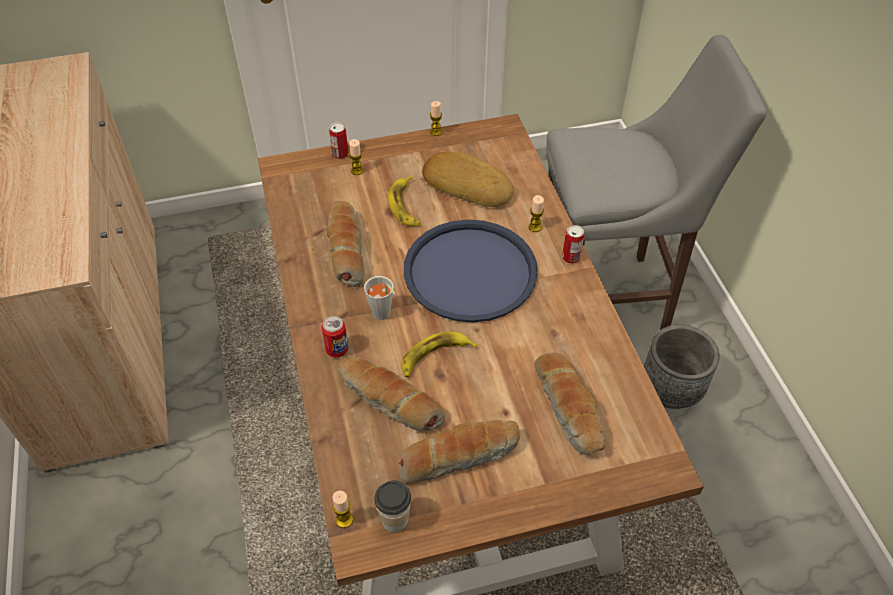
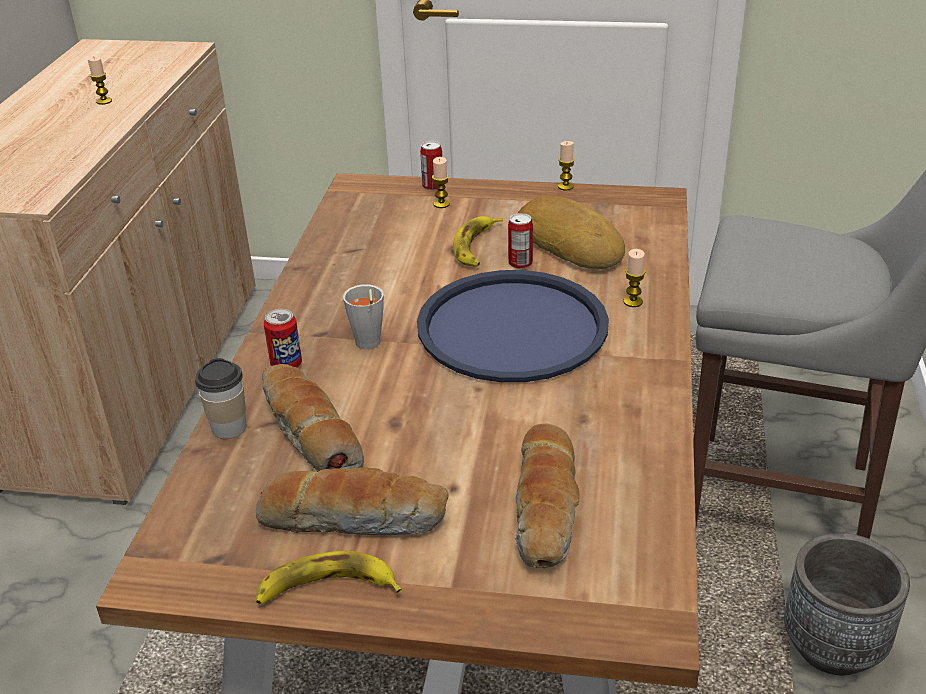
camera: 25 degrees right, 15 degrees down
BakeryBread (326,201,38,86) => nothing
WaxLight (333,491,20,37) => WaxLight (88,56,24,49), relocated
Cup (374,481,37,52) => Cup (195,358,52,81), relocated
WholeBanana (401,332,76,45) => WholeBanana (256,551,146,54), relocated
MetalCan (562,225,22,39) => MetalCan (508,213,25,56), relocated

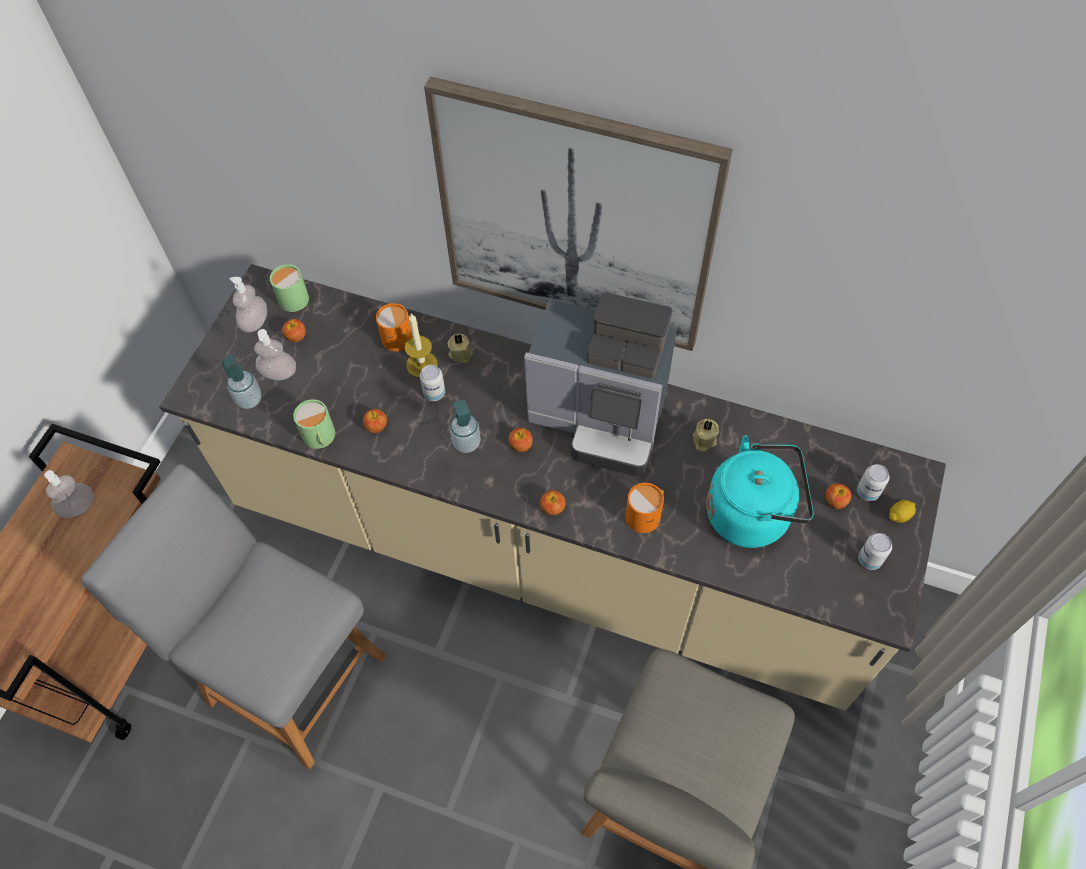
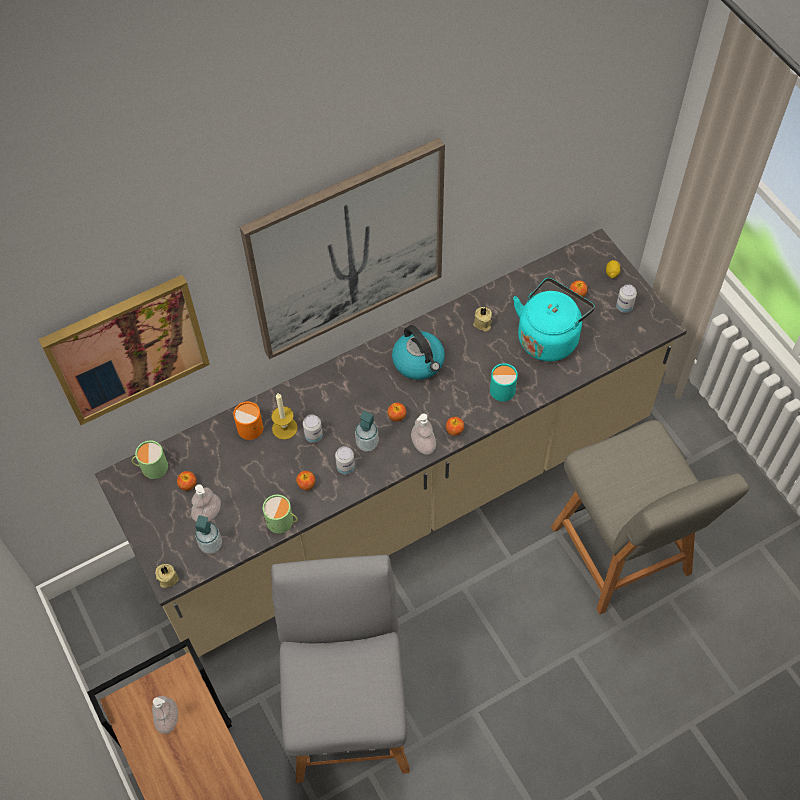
camera: 50 degrees left, 0 degrees up
nothing => WallArt (38,275,172,150)
SoapDispenser (229,277,38,55) => SoapDispenser (411,414,25,41), relocated
SandColouredWaxLight (448,333,25,30) => SandColouredWaxLight (155,564,24,24), relocated
MetalCan (857,464,32,37) => MetalCan (335,446,20,29), relocated
CoffeeBrewer (524,293,153,183) => Kettle (392,325,53,55)
OrangeColouredTeaMug (626,483,39,50) => TurquoiseTeaMug (490,363,28,39)
GreyPlainChair (80,463,306,306) => GreyPlainChair (271,555,139,228), 105 degrees clockwise

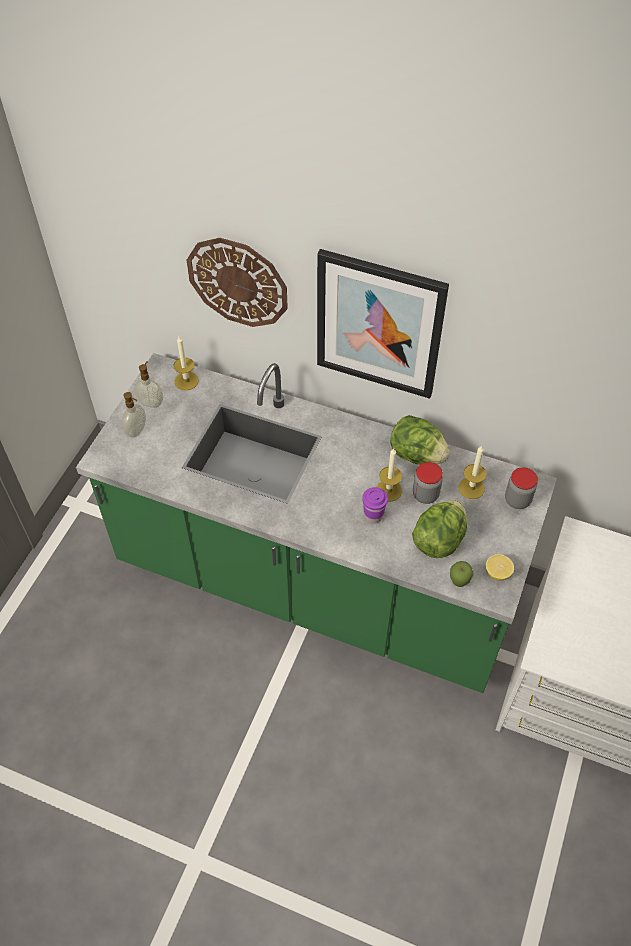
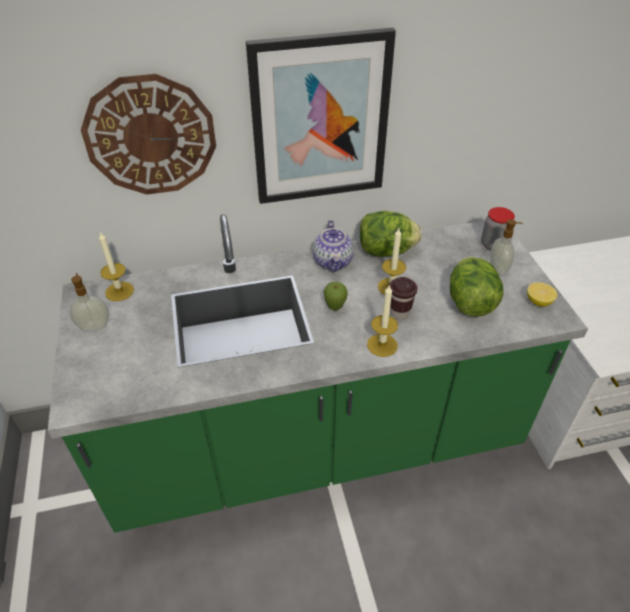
camera: 35 degrees left, 10 degrees down
PreserveJar (413,462,30,42) => nothing
nothing => Teapot (313,220,41,52)
SoapDispenser (122,392,24,46) => SoapDispenser (490,219,33,57), relocated
AppleFruit (450,561,23,26) => AppleFruit (324,282,24,29), relocated
WaxLight (459,446,28,53) => WaxLight (367,284,31,73), relocated
PurpleCup (362,487,26,37) => BrownColouredCup (390,277,28,43)

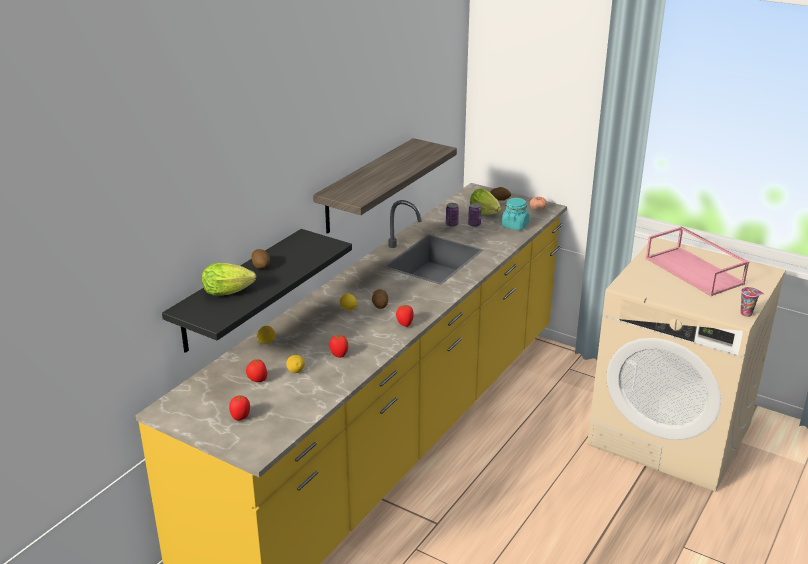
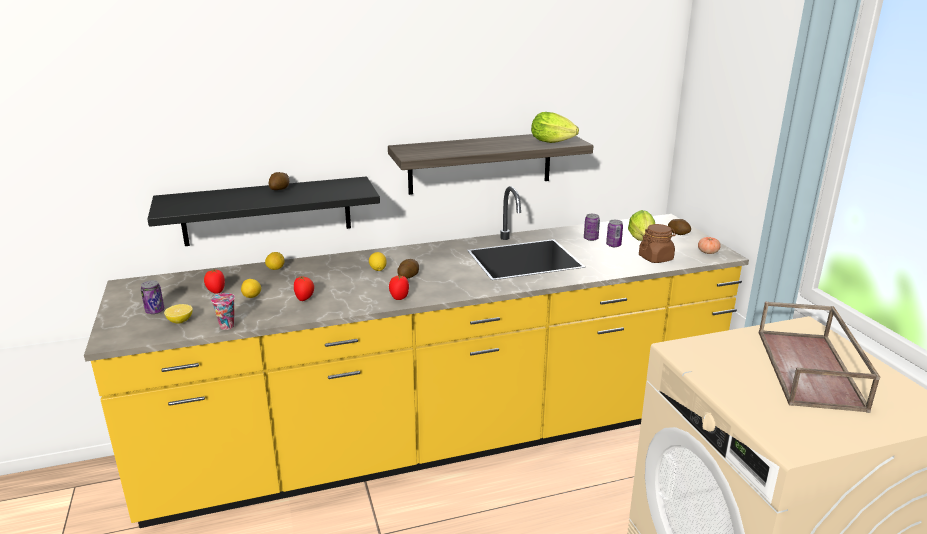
camera: 40 degrees right, 5 degrees down
nothing => WholeLemon (164,304,29,20)
Lettuce (202,263,54,33) => Lettuce (531,112,48,31), relocated
Cup (740,287,24,30) => Cup (211,293,24,37), relocated
FreshTomato (229,395,21,26) => MetalCan (141,280,24,34)
TurquoisePreserveJar (502,198,27,32) => BrownColouredPreserveJar (639,224,37,39)
PinkishTray (645,226,104,70) => BrownColouredTray (759,302,121,111)

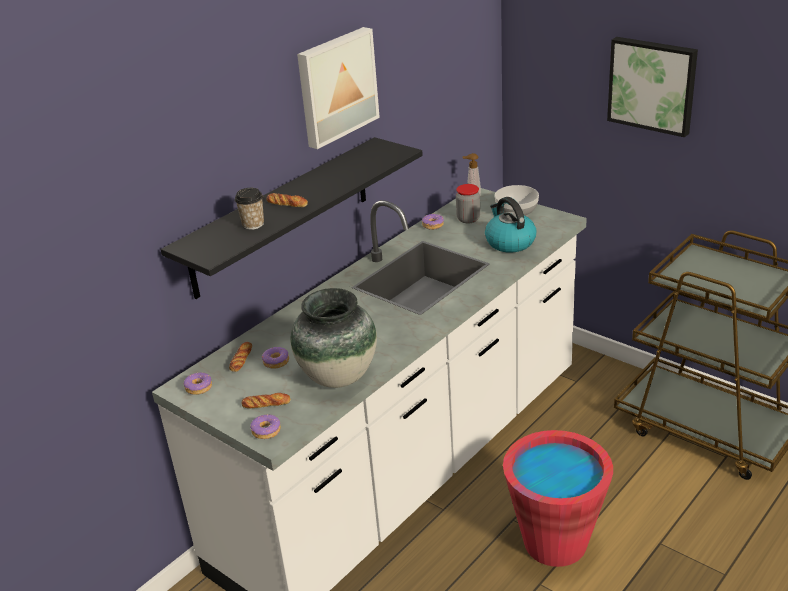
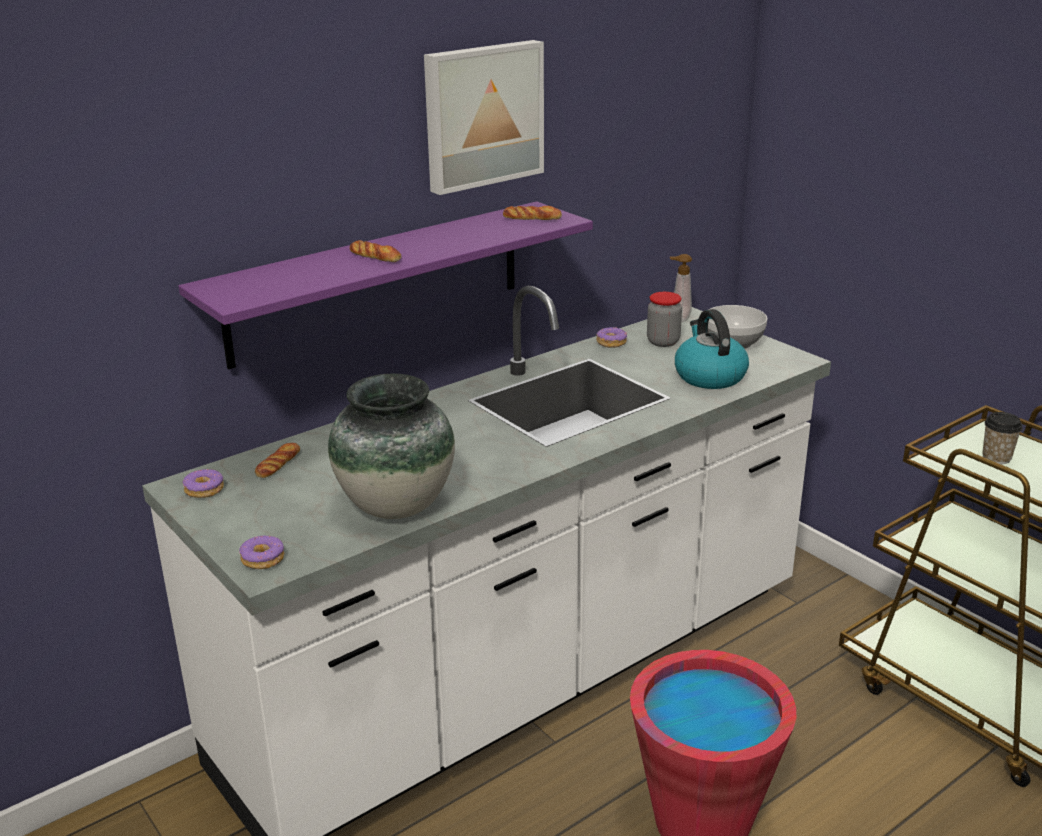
camera: 10 degrees right, 5 degrees down
Donut (262,347,27,22) => nothing
WallArt (607,37,91,100) => nothing
Cup (235,188,29,42) => Cup (982,412,41,52), relocated
BakeryBread (242,393,49,15) => BakeryBread (503,206,59,14), relocated
BlackishWallShelf (161,137,262,162) => PurpleWallShelf (179,201,414,168)

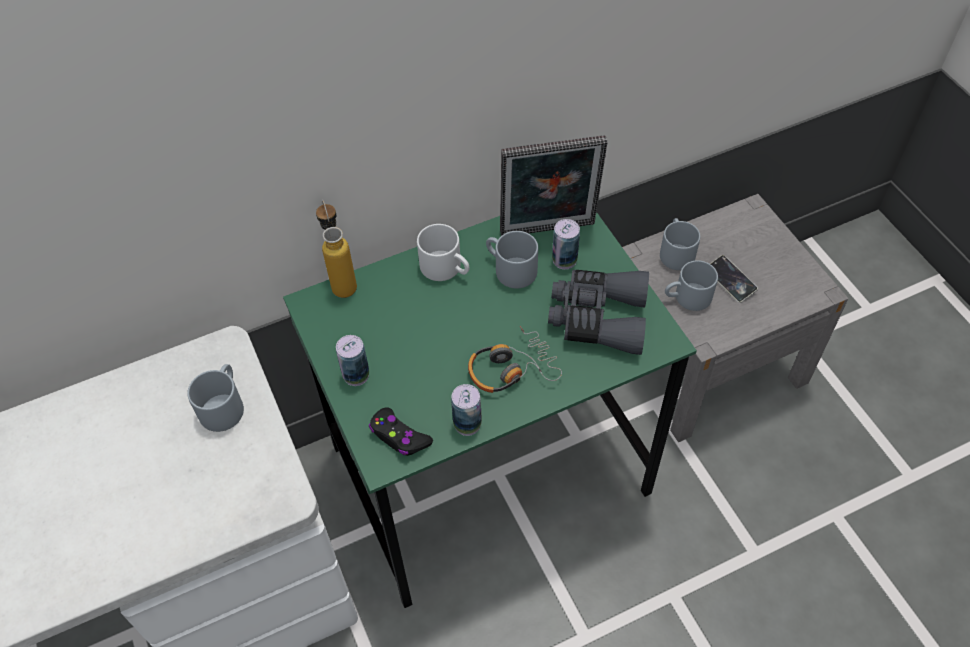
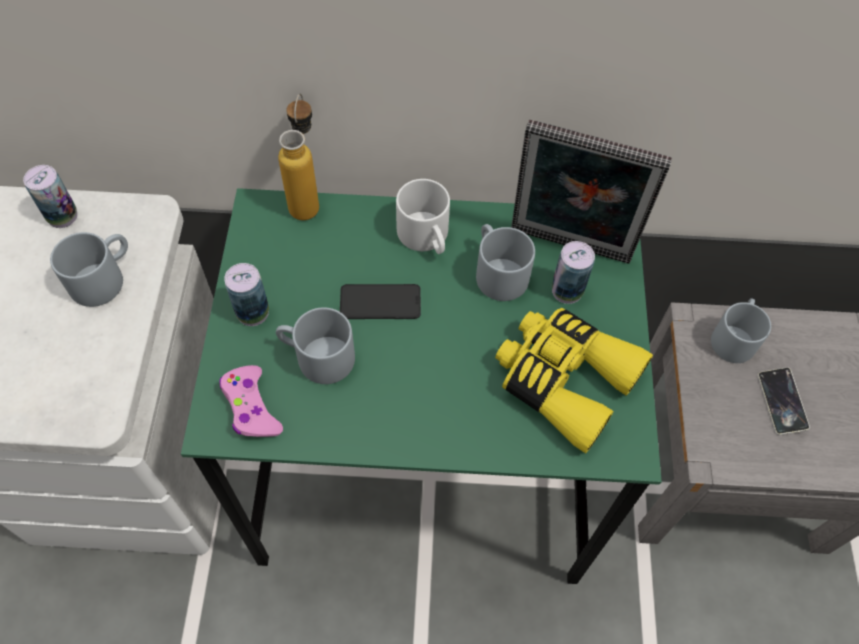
camera: 25 degrees right, 5 degrees up
Headphones (468,326,94,67) => nothing
nothing => Handset (340,284,81,35)
MetalCan (451,384,31,52) => MetalCan (23,165,55,63), relocated
GreyTeaMug (665,260,53,51) => GreyTeaMug (276,307,79,77), relocated
BlackishJoypad (369,407,64,49) => PinkishJoypad (220,365,63,72)
GreyFieldGlasses (548,270,101,85) => YellowishFieldGlasses (495,308,158,145)

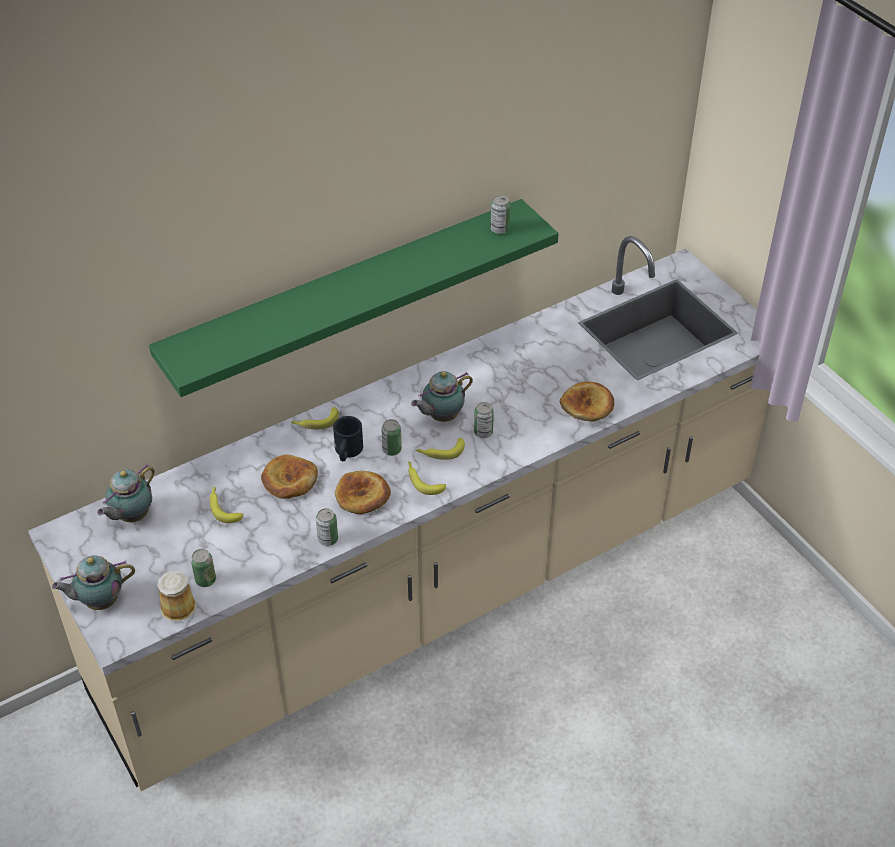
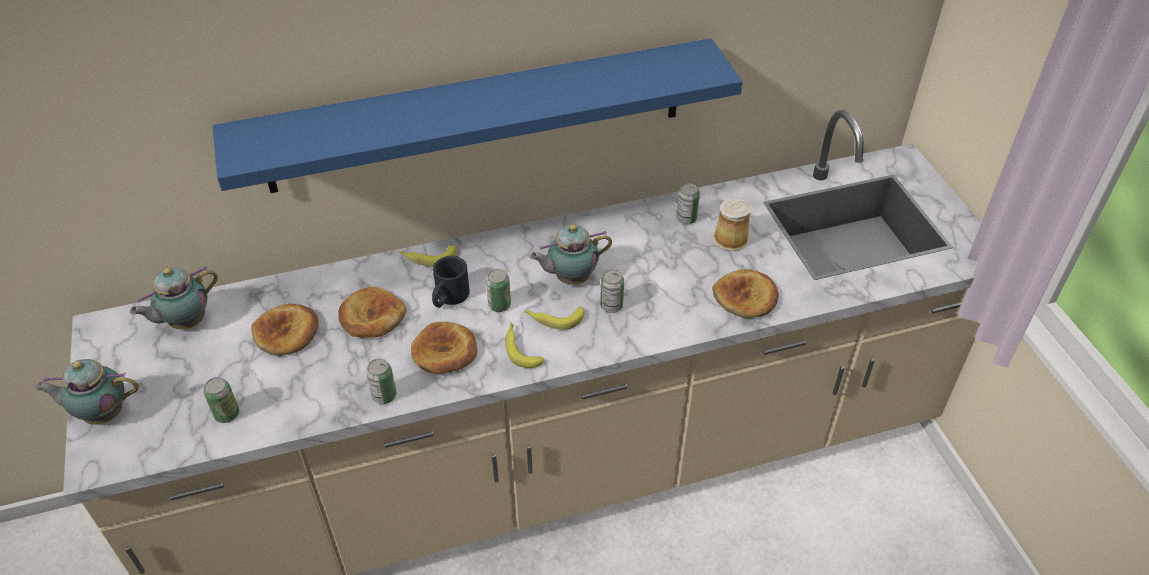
camera: 15 degrees right, 0 degrees up
TeaMug (157,571,39,50) => TeaMug (713,198,39,53), relocated
MetalCan (490,195,21,39) => MetalCan (676,183,24,41), relocated
WholeBanana (210,486,33,37) => BakeryBread (251,304,68,52)
GreenColouredWallShelf (149,199,410,198) => BlueWallShelf (212,38,531,155)

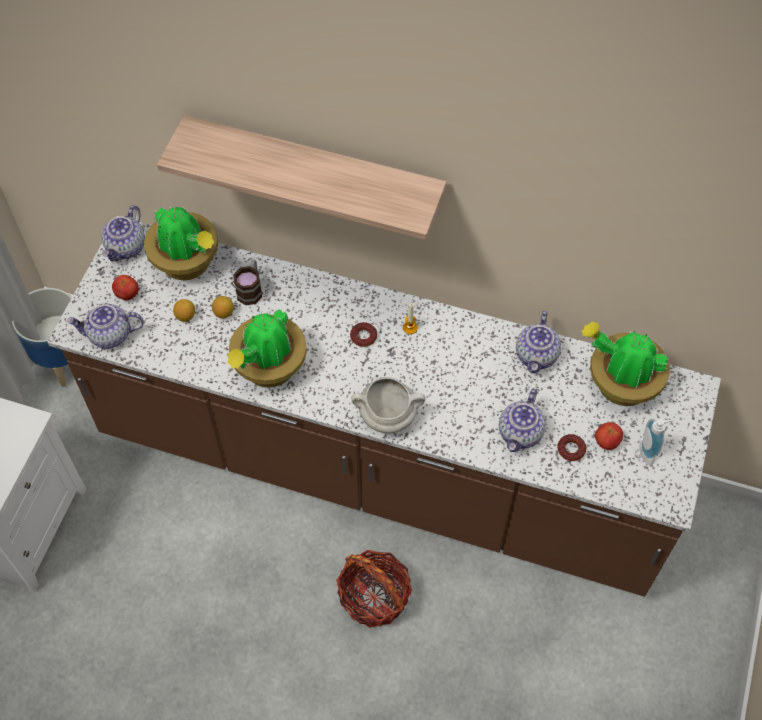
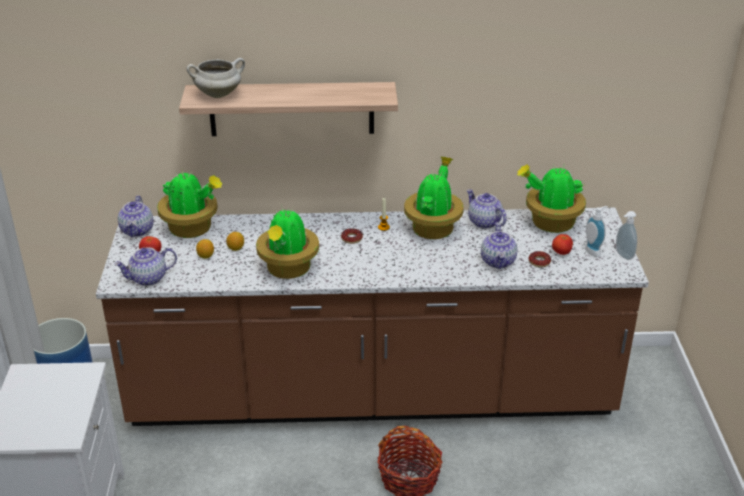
camera: 20 degrees left, 25 degrees down
TeaMug (233,260,29,45) => nothing
nothing => Houseplant (404,156,60,83)
nothing => SoapDispenser (616,211,21,49)
WhiteCookingPot (351,377,74,56) => WhiteCookingPot (186,58,59,40), relocated
Teapot (516,311,45,62) => Teapot (467,189,40,40), 150 degrees clockwise

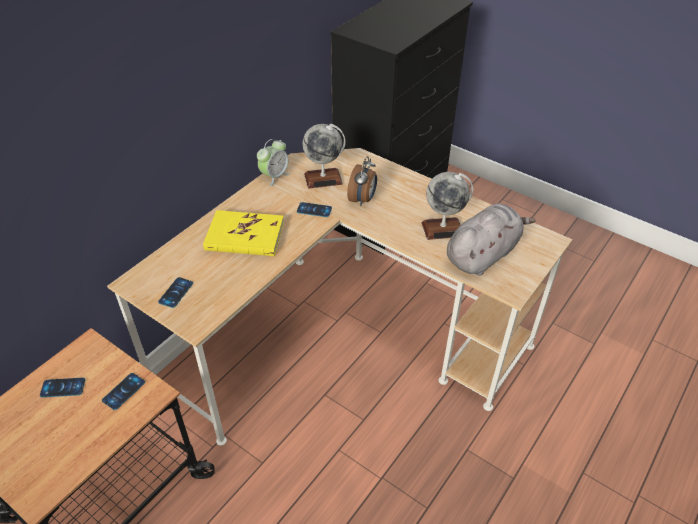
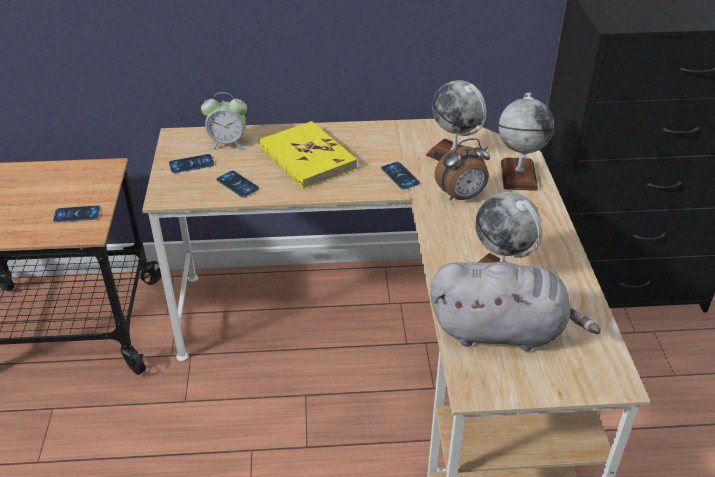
camera: 50 degrees right, 5 degrees down
nothing => DeskGlobe (499,93,55,98)
Handset (40,378,46,20) => Handset (217,171,42,27), relocated
TableClock (257,139,33,47) => TableClock (201,92,46,57), relocated

